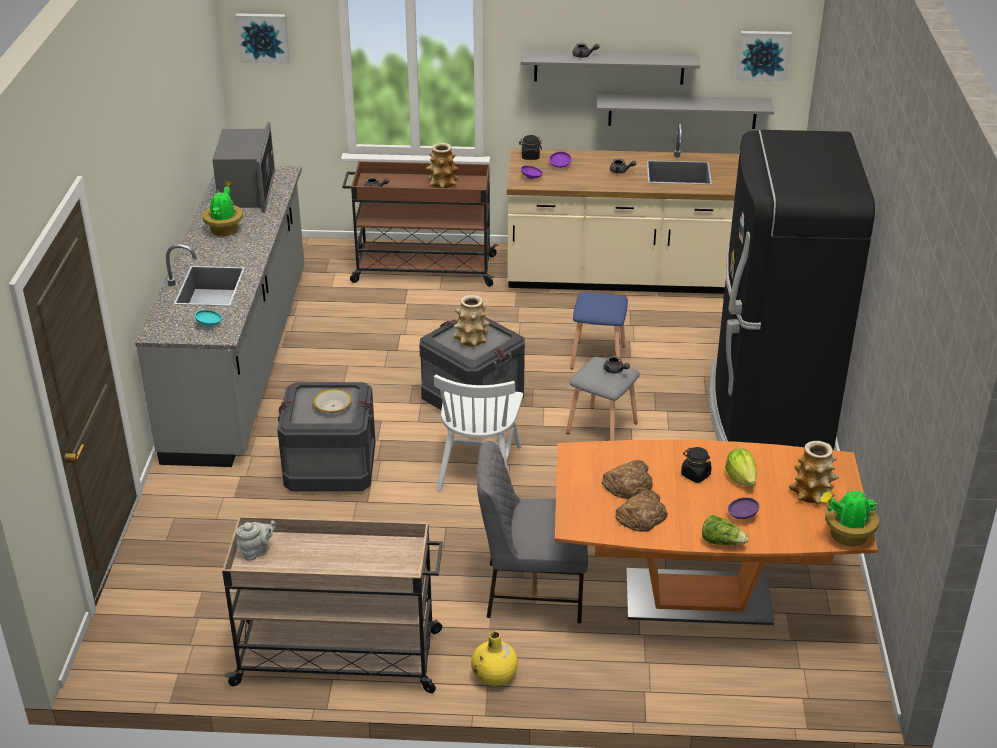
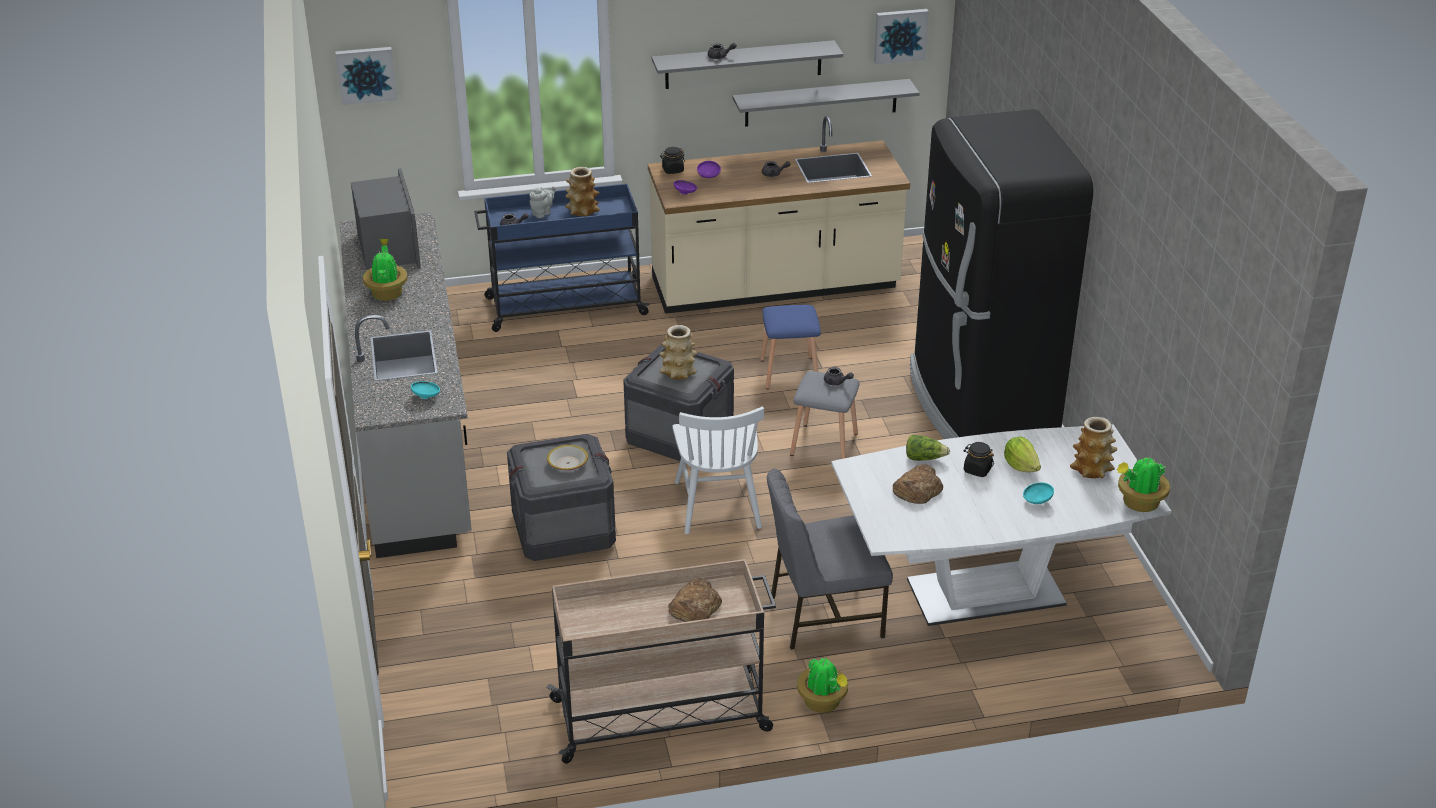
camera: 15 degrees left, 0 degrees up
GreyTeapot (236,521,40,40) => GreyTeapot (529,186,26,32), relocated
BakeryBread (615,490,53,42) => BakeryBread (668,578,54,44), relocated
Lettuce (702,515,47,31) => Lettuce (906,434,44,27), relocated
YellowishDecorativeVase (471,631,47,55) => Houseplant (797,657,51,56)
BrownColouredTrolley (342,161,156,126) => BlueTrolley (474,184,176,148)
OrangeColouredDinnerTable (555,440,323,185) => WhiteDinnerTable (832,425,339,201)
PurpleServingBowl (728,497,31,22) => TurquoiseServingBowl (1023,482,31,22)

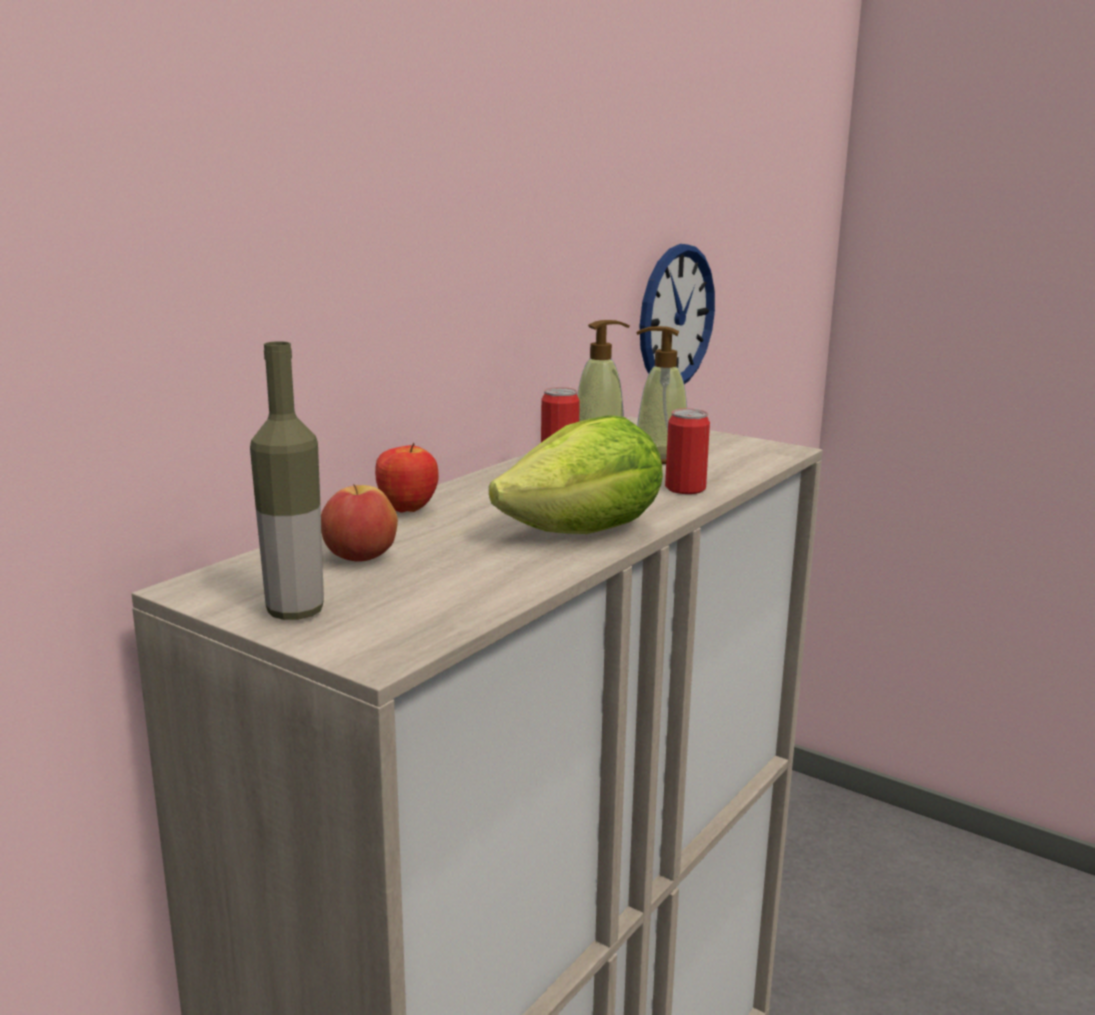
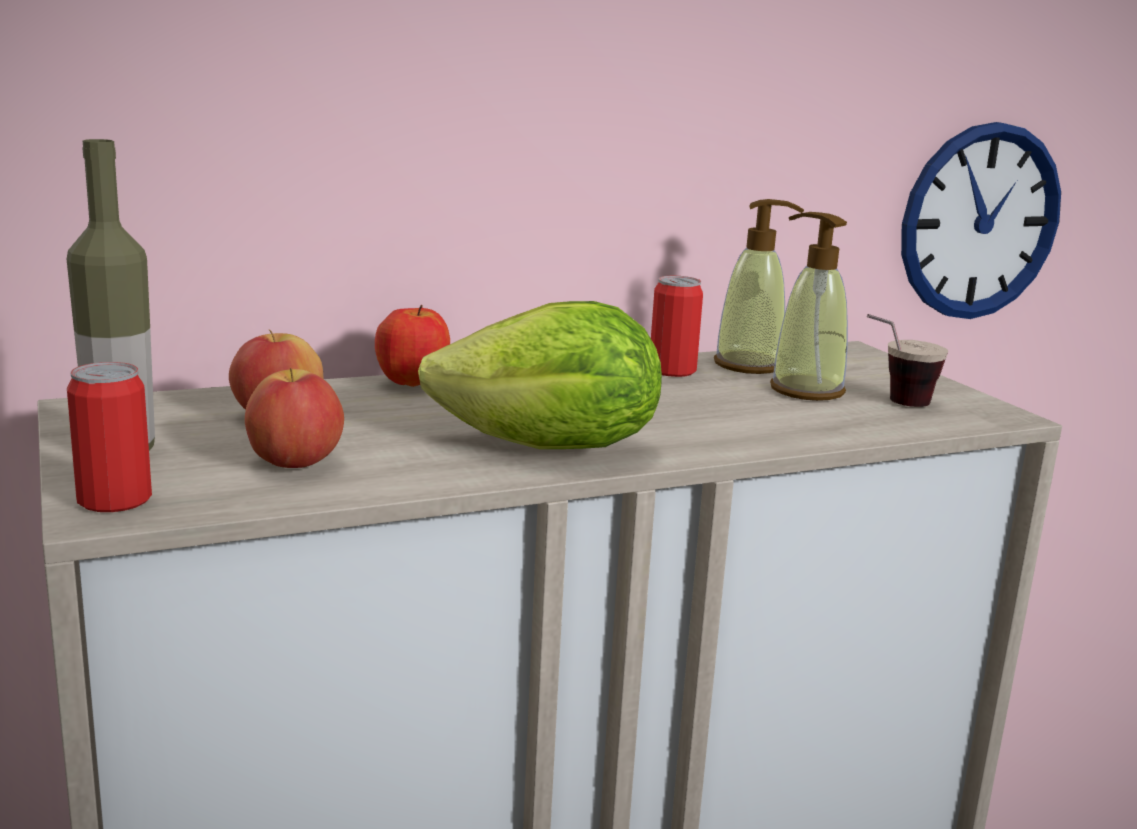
camera: 30 degrees right, 0 degrees up
nothing => AppleFruit (245,368,99,100)
nothing => Cup (867,314,81,93)
MetalCan (665,409,45,85) => MetalCan (67,362,85,150), relocated

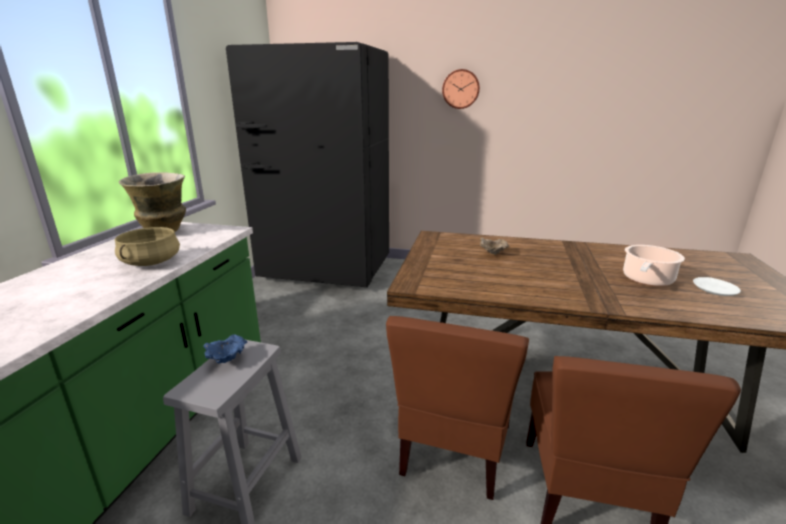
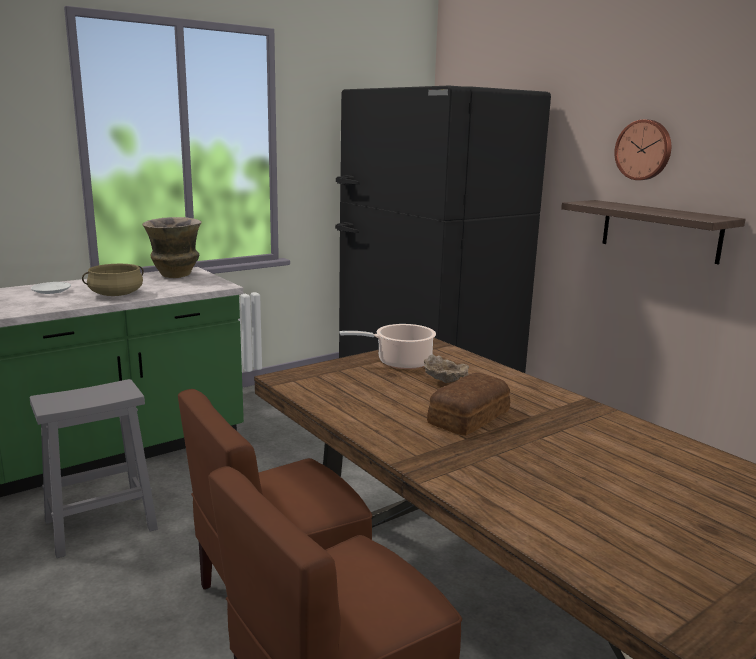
camera: 40 degrees right, 5 degrees down
BlueServingBowl (203,334,44,30) => nothing
nothing => BakeryBread (427,373,83,63)
nothing => WallShelf (561,200,185,64)
CookingPot (623,245,62,41) => CookingPot (340,324,96,45), relocated
WhiteDinnerPlate (693,277,48,19) => WhiteDinnerPlate (31,282,40,12), relocated

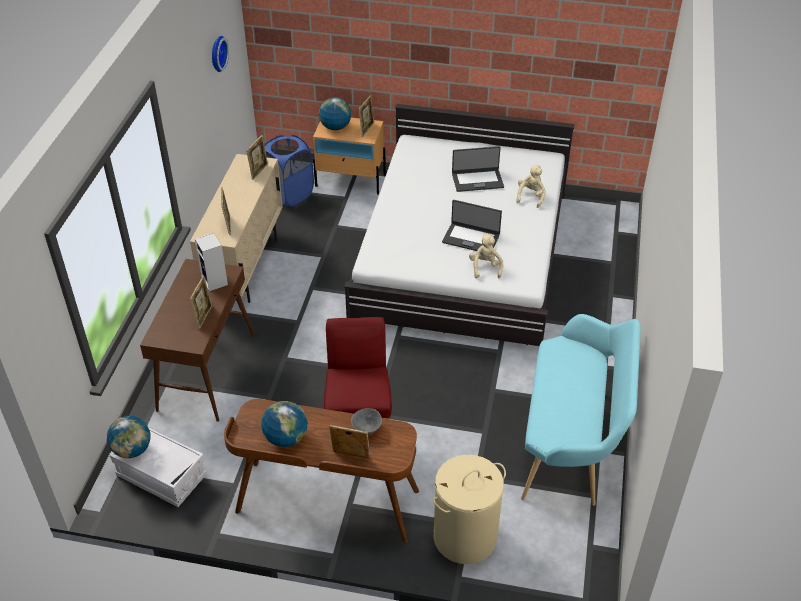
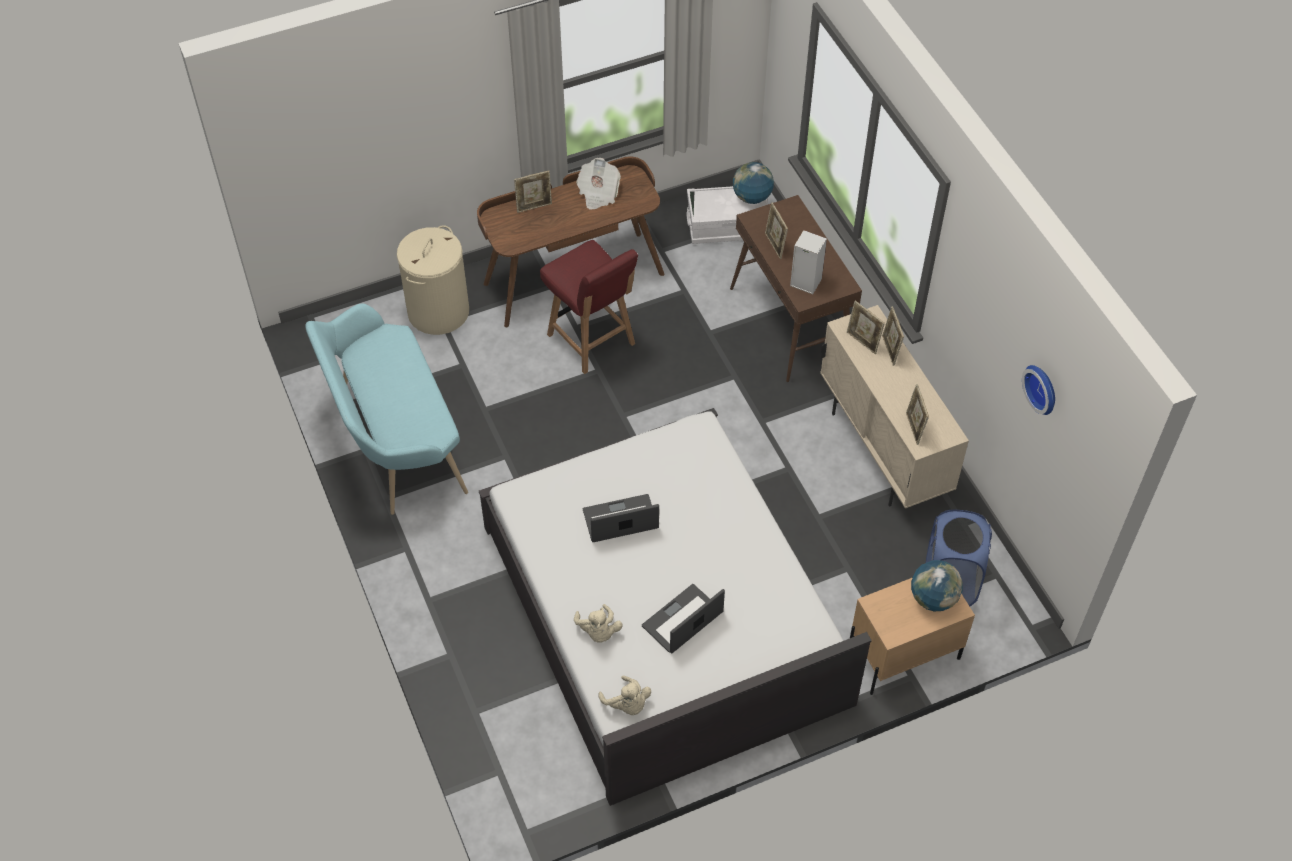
camera: 145 degrees right, 10 degrees up
GreyServingBowl (351,408,31,27) => nothing
PhotoFrame (359,95,15,42) => PhotoFrame (882,306,22,60), relocated
SandColouredPlushToy (469,234,34,45) => SandColouredPlushToy (598,675,53,40), relocated
DeskGlobe (261,401,46,46) => PrintedPaper (576,158,45,52)

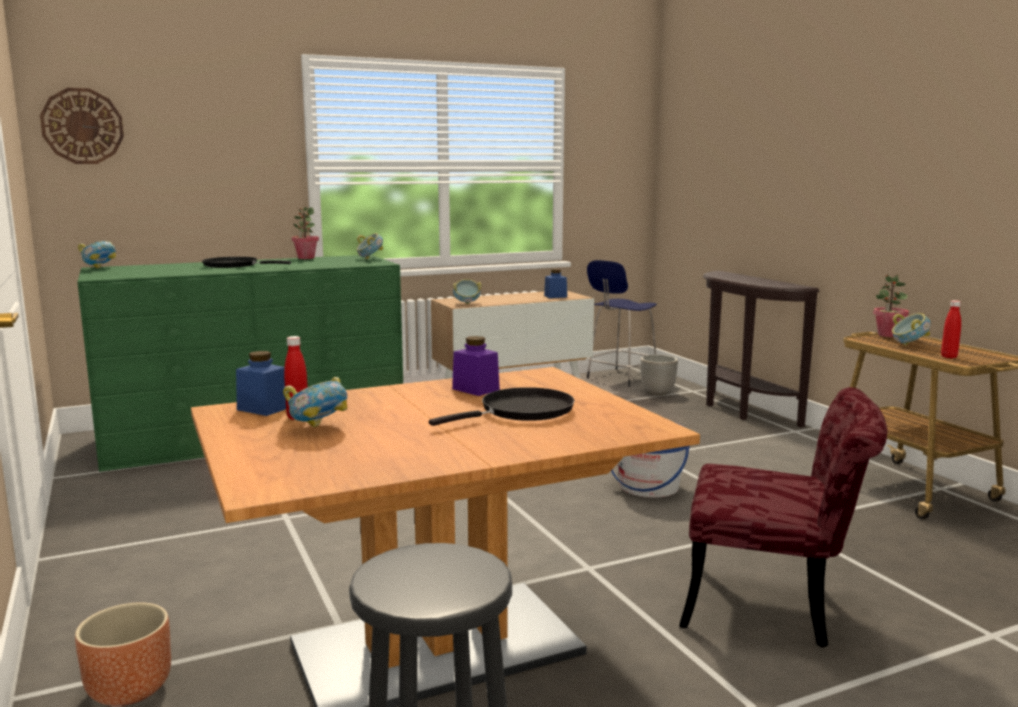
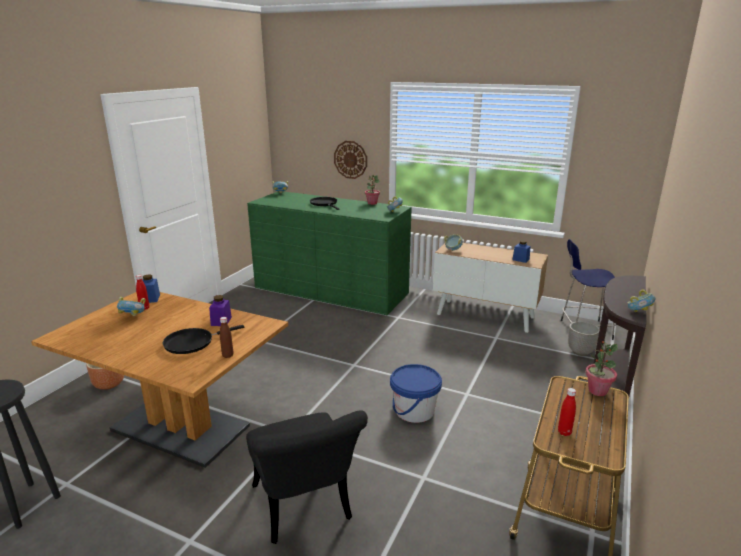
camera: 50 degrees right, 10 degrees up
nothing => BrownColouredBottle (220,317,14,41)
ClockOnTheWall (40,88,84,76) => ClockOnTheWall (334,141,33,38), relocated
ServingBowl (892,313,39,33) => ServingBowl (628,289,28,23), relocated
ReddishPlainChair (679,387,209,261) => BlackishPlainChair (246,410,122,134)
BlackishFryingPan (429,387,146,39) => BlackishFryingPan (163,325,81,29), 135 degrees clockwise

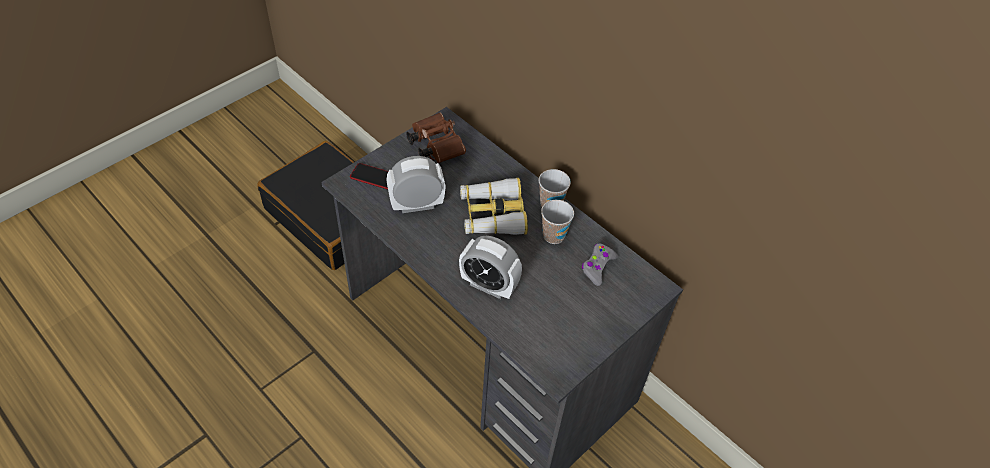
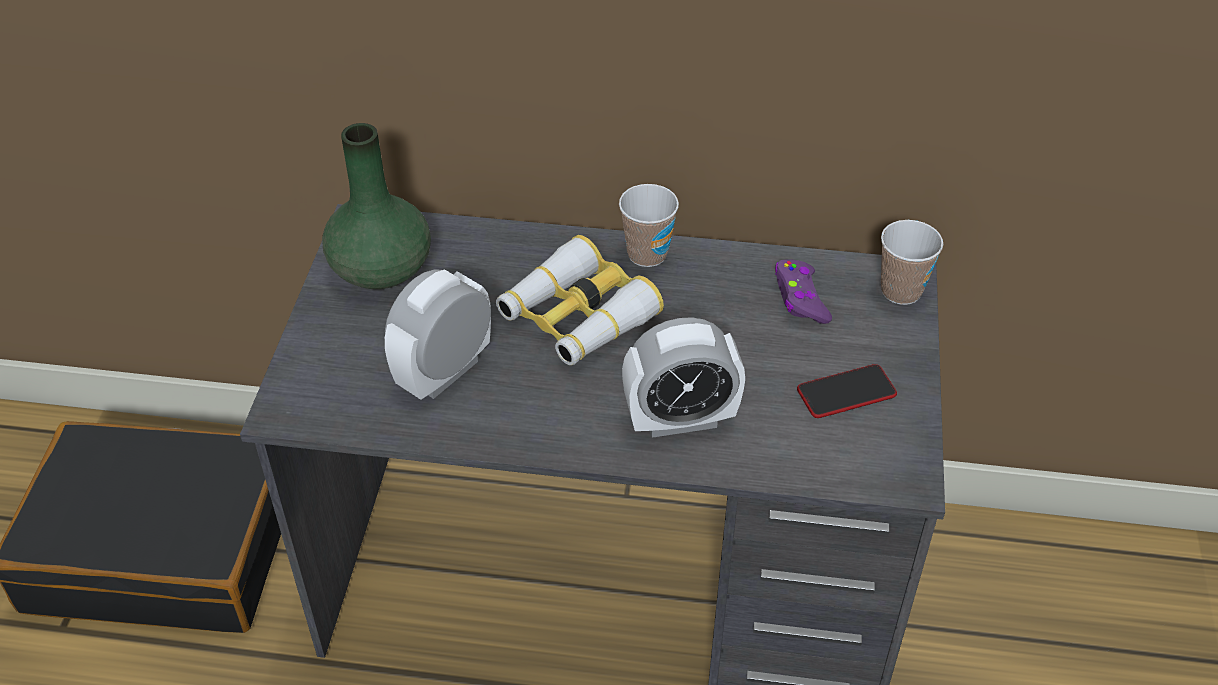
camera: 35 degrees left, 5 degrees down
Handset (350,163,39,26) => Handset (797,364,100,54), relocated
Cup (541,200,33,44) => Cup (881,220,62,85), relocated
BrownColouredFieldGlasses (406,113,60,50) => GreenColouredDecorativeVase (322,123,109,166)
GreyJoypad (582,243,36,43) => PurpleJoypad (775,259,57,65)

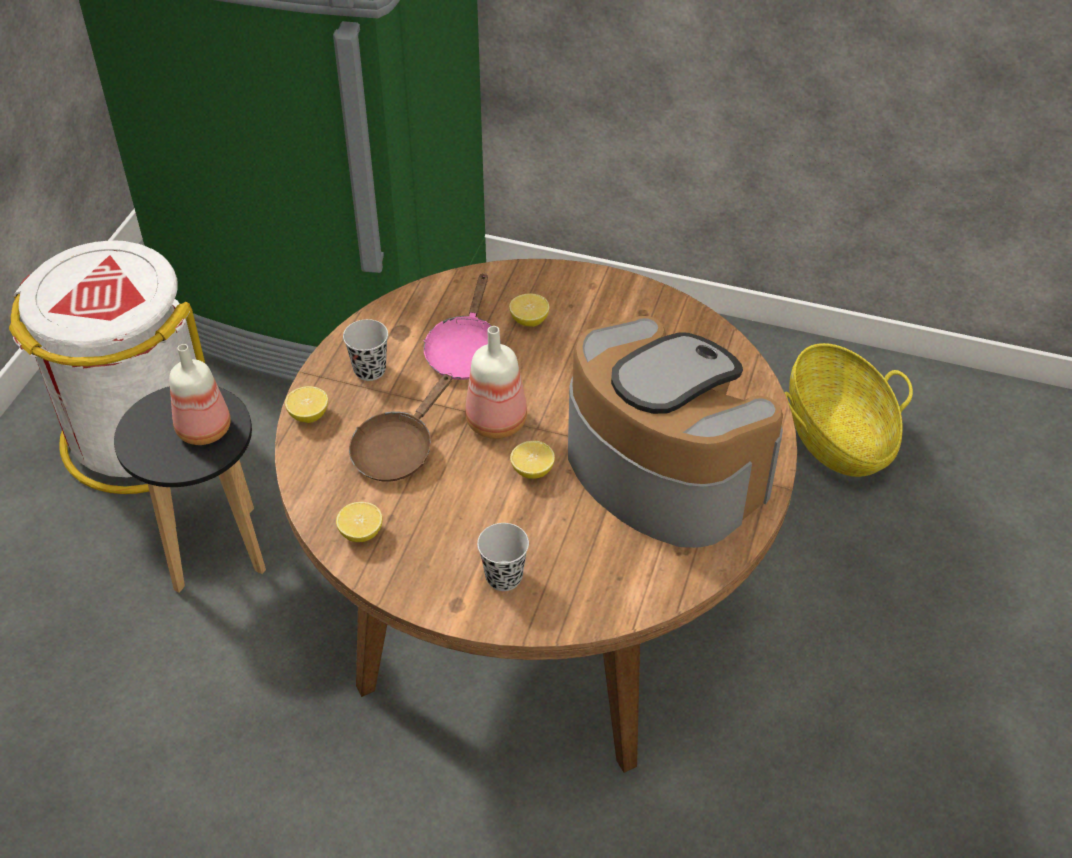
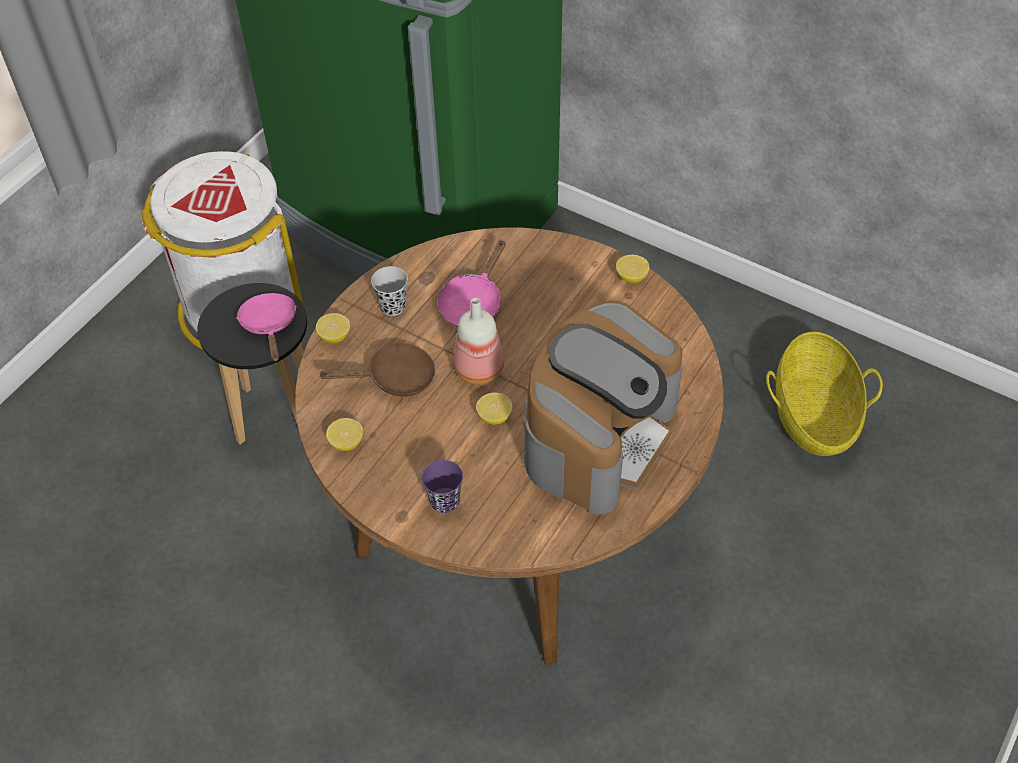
camera: 15 degrees right, 5 degrees up
WholeLemon (509,293,40,34) => WholeLemon (616,255,33,28), relocated
Bottle (169,344,62,101) => PinkishFryingPan (236,293,61,68)
BlackishCup (477,523,52,68) => PurpleCup (422,460,41,53)
BrownColouredFryingPan (349,373,103,109) => BrownColouredFryingPan (318,342,118,55), 150 degrees counterclockwise
CoffeeBrewer (568,316,215,232) => CoffeeBrewer (524,301,159,214), 60 degrees clockwise

